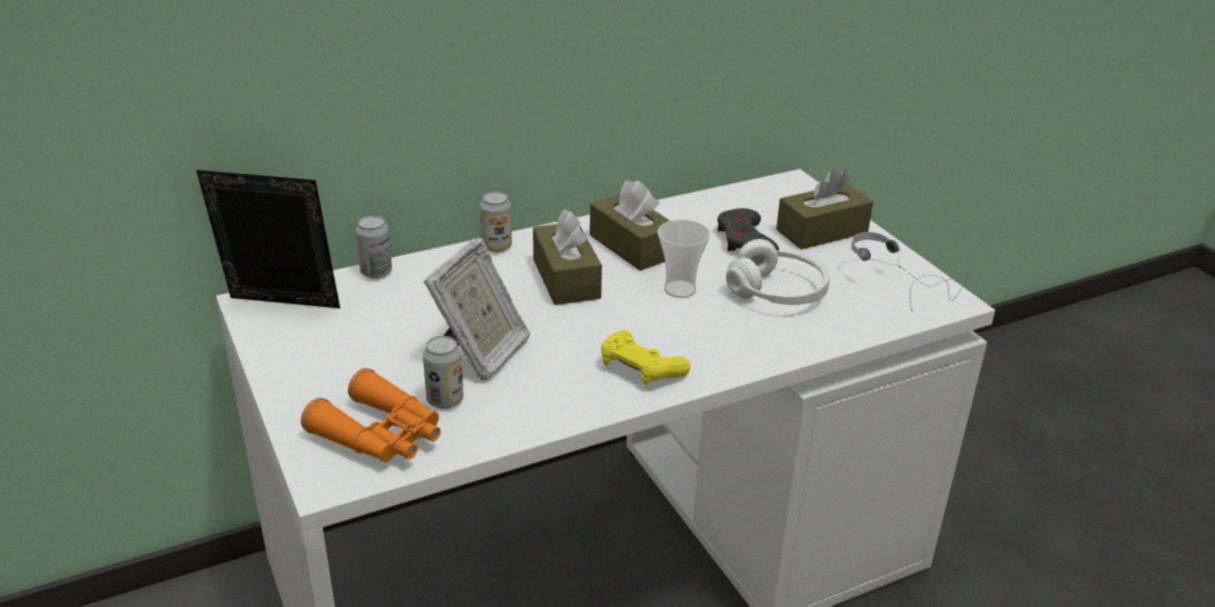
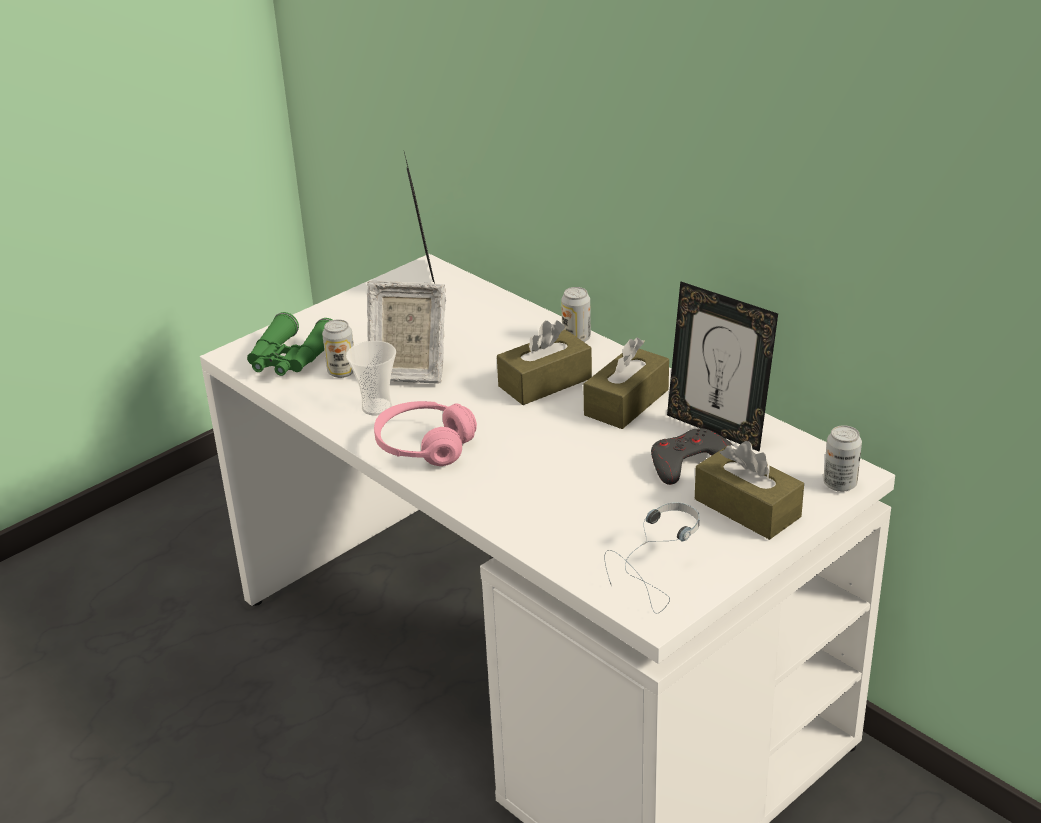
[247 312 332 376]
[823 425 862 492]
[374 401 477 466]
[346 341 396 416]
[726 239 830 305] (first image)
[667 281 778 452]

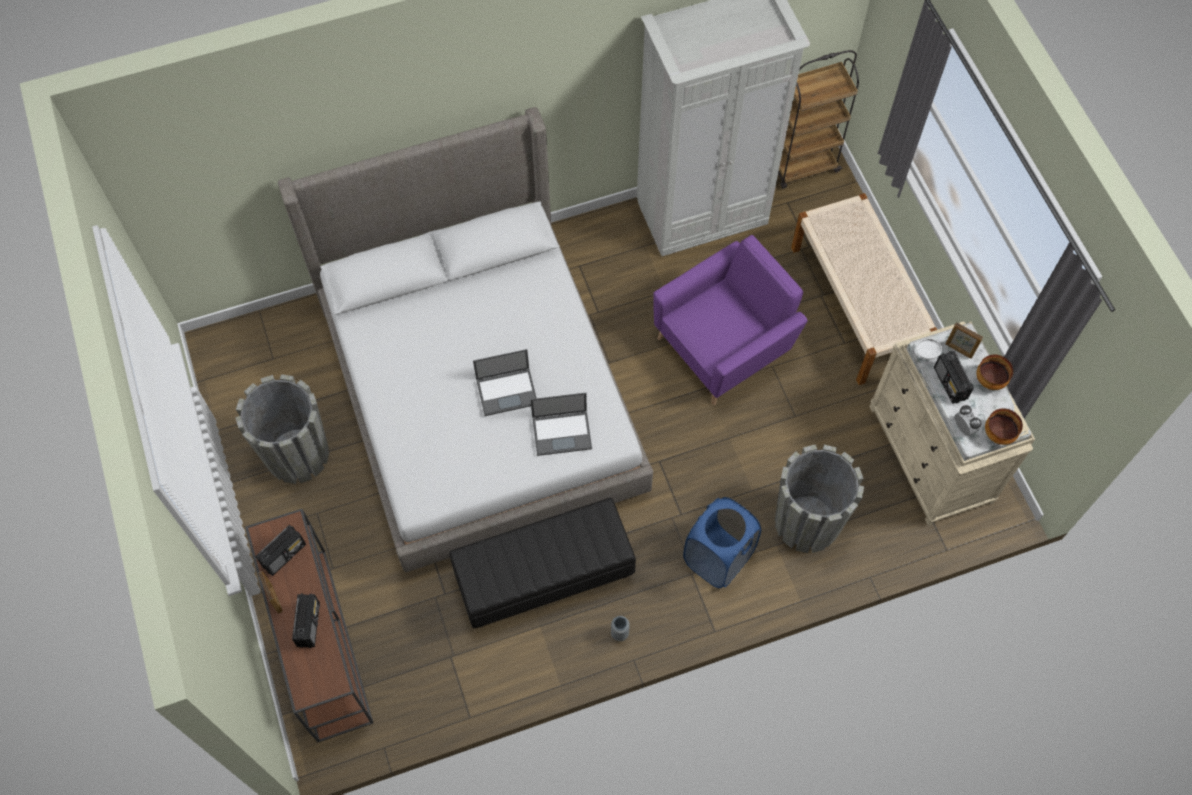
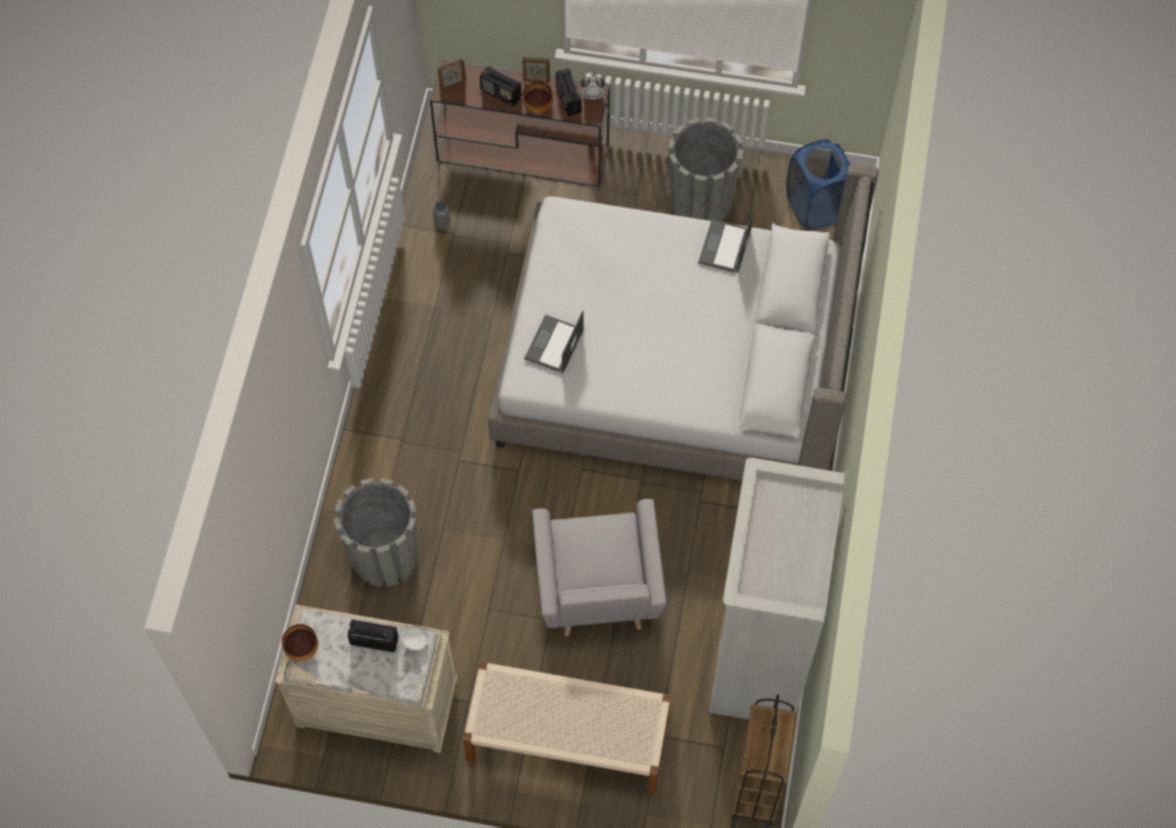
[450 498 636 628] (first image)
[698 210 754 273]
[432 201 450 228]
[532 499 666 637]
[786 140 850 230]
[438 59 466 91]
[581 76 605 99]
[523 82 553 113]

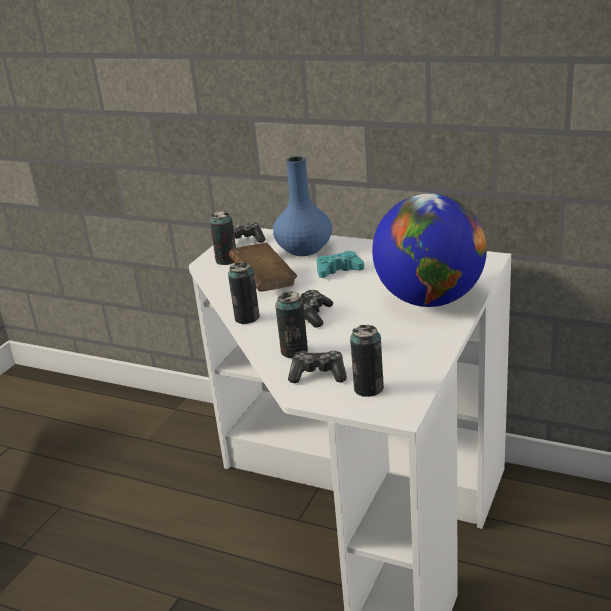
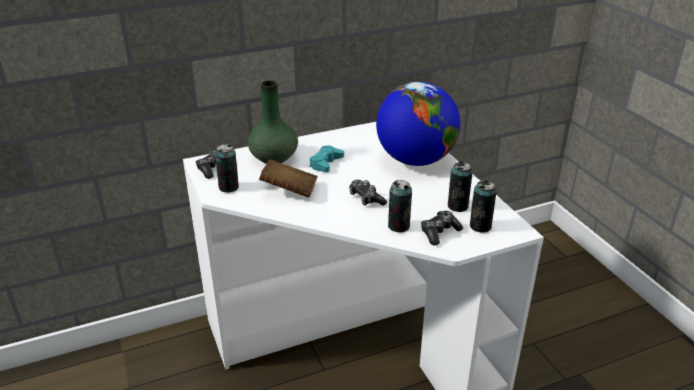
[448 162 473 212]
[248 80 298 164]

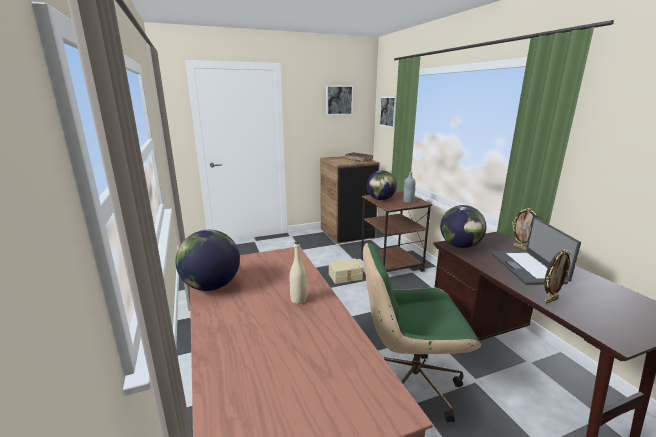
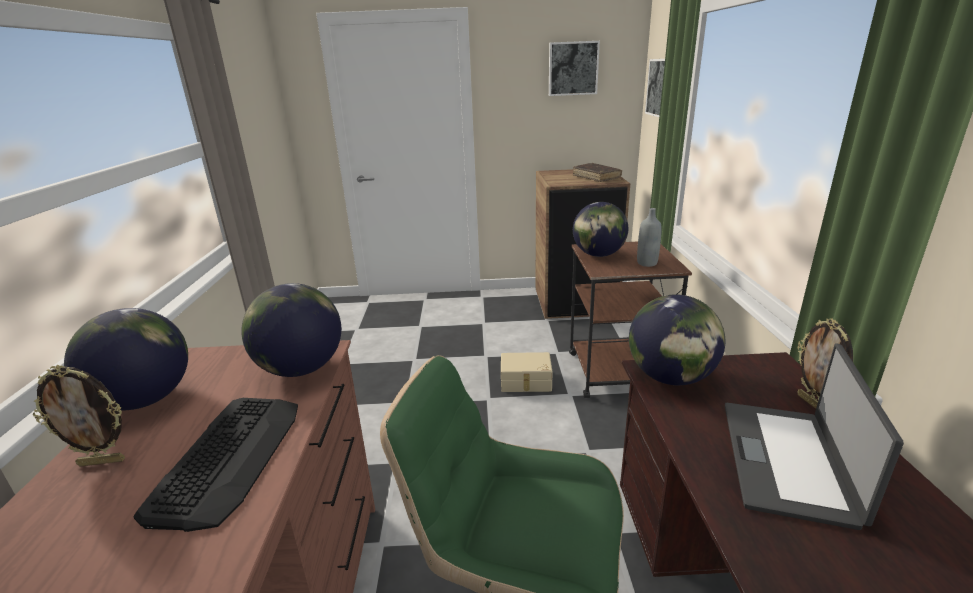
[133 398 298 532]
[33 365 125 466]
[241 283 341 377]

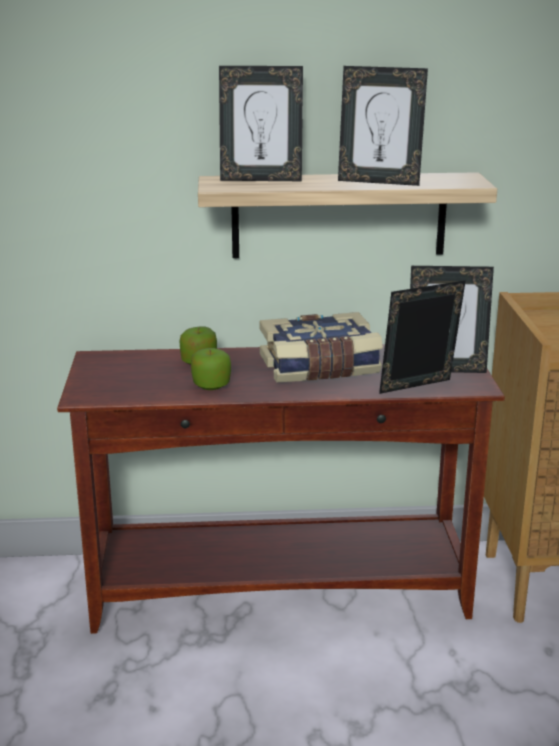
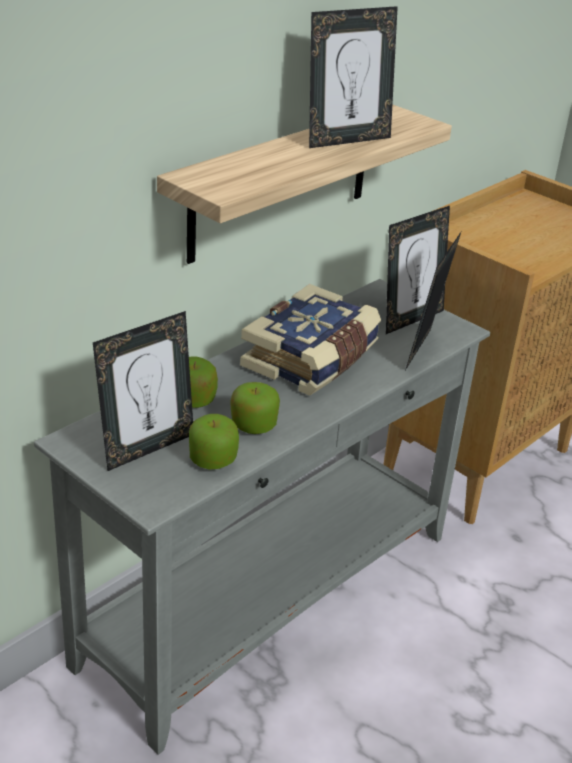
[34 279 490 755]
[93 311 193 471]
[189 414 239 470]

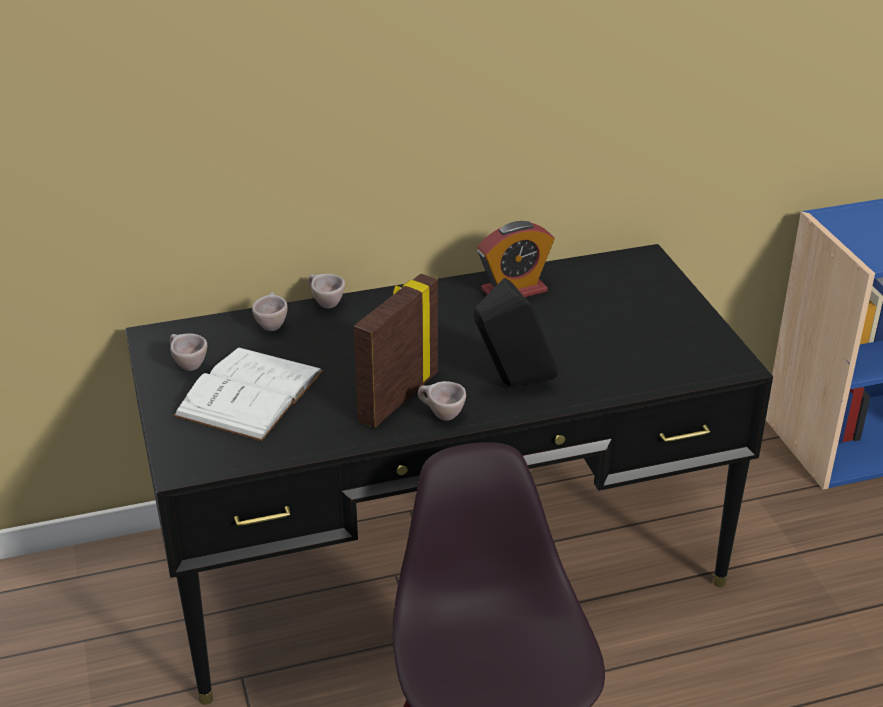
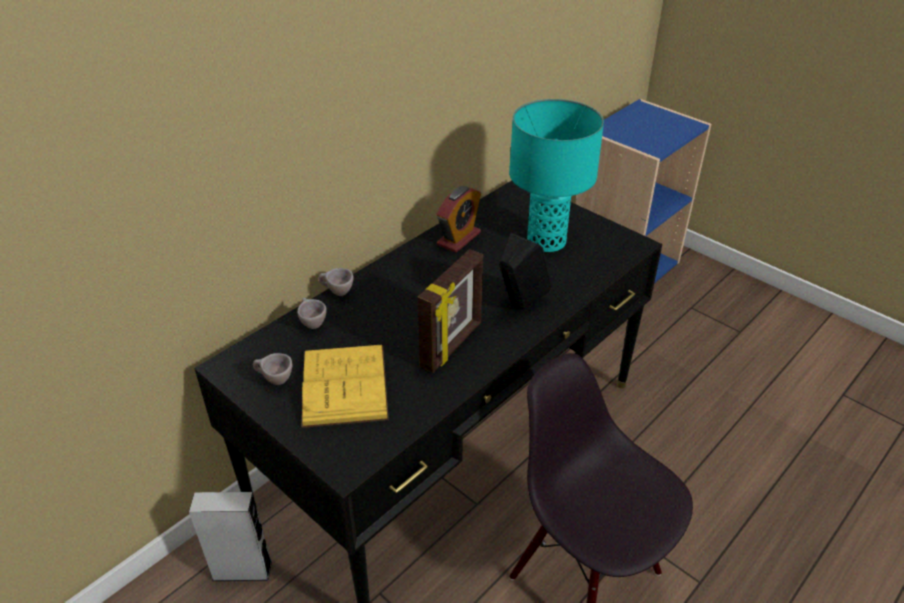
[302 345 389 428]
[417 249 483 373]
[418 381 466 421] (first image)
[189 492 272 581]
[509 99 604 252]

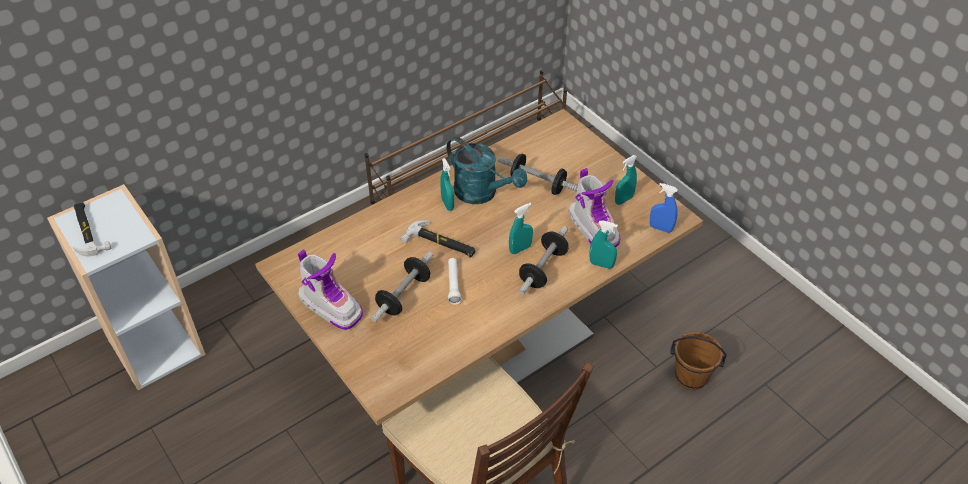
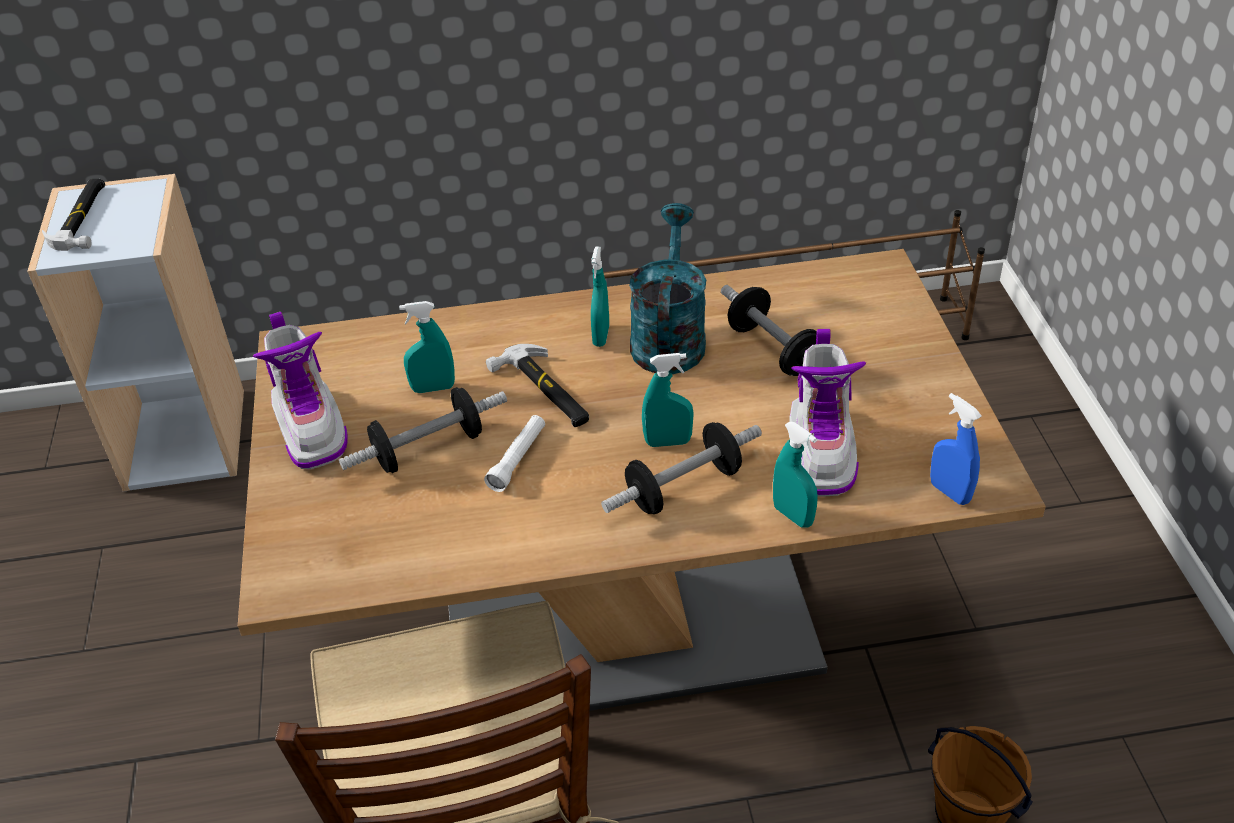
[629 203 706 374]
[399 301 455 393]

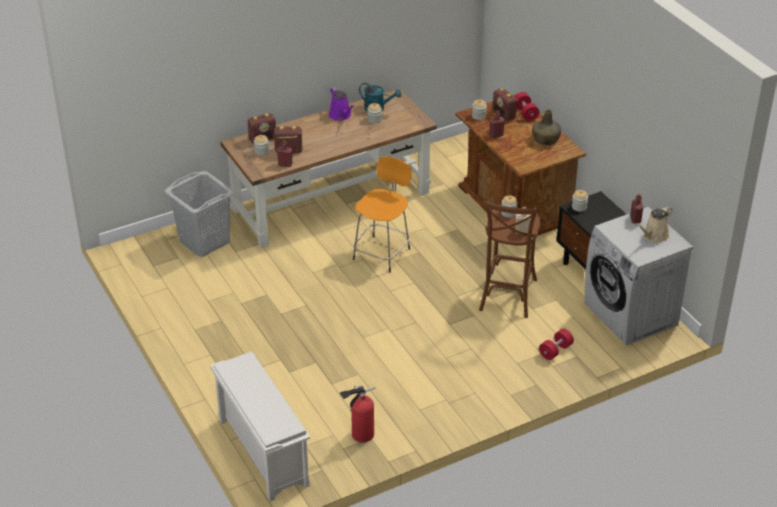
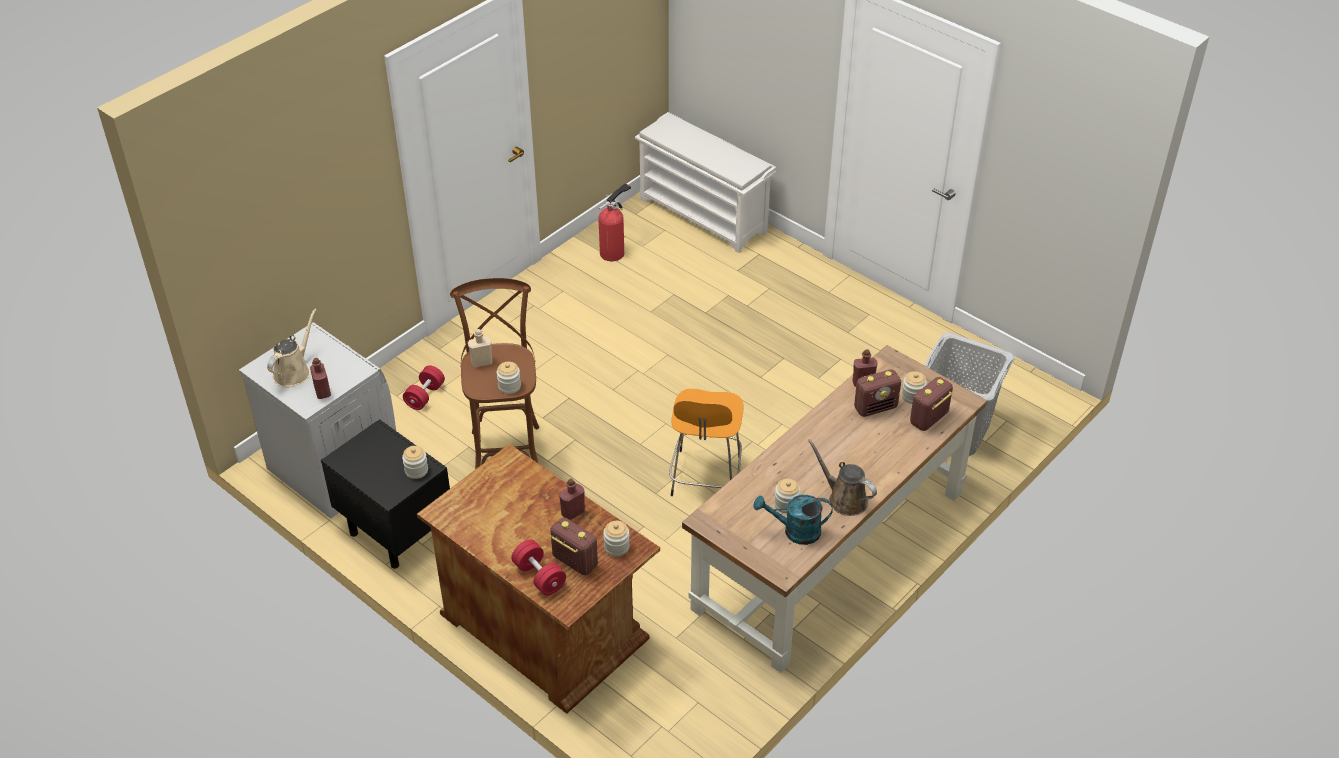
[807 439 877 516]
[532 109 561 145] (first image)

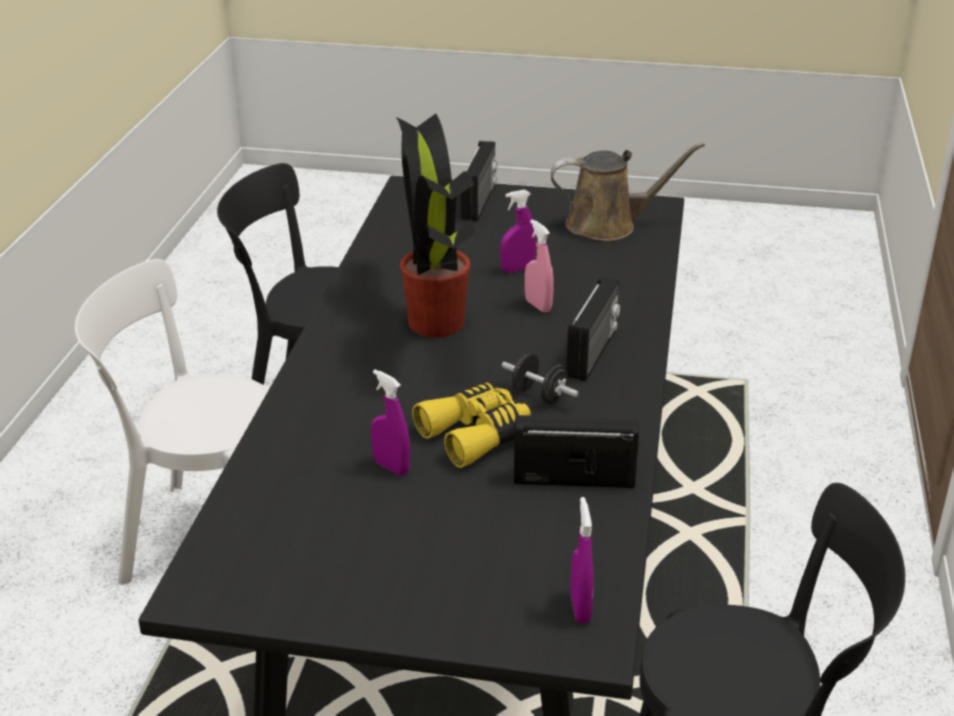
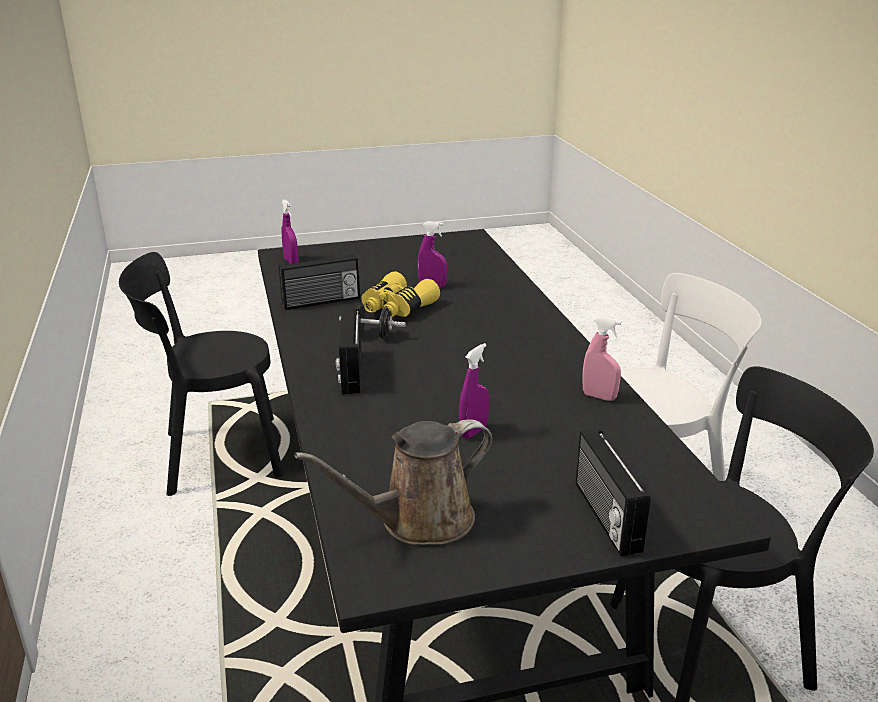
[396 114 475 338] (first image)
[582 316 622 401]

